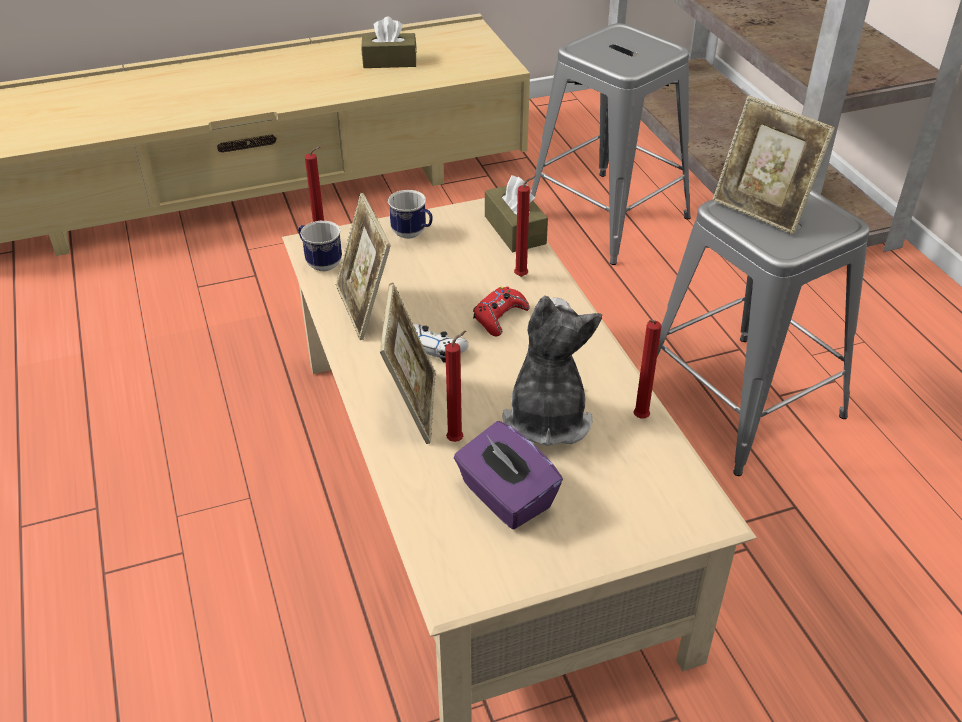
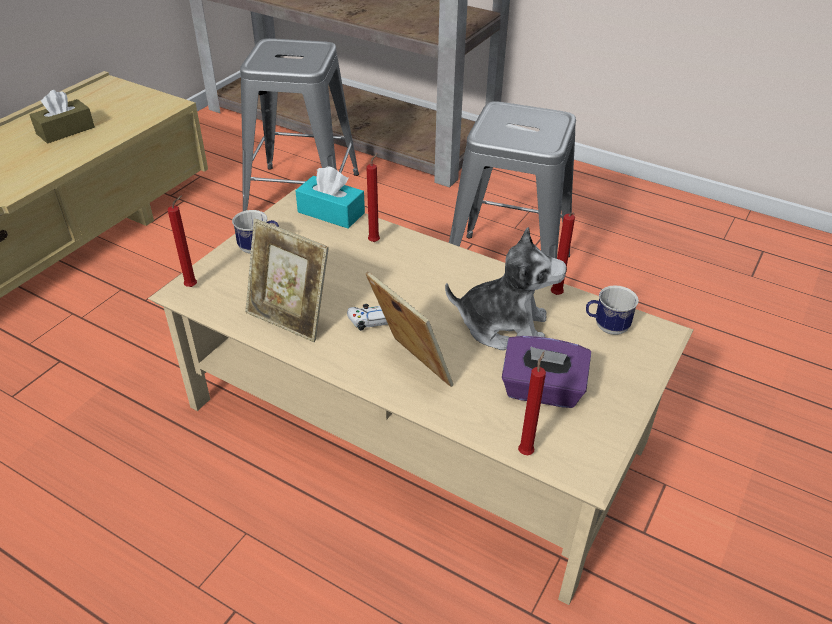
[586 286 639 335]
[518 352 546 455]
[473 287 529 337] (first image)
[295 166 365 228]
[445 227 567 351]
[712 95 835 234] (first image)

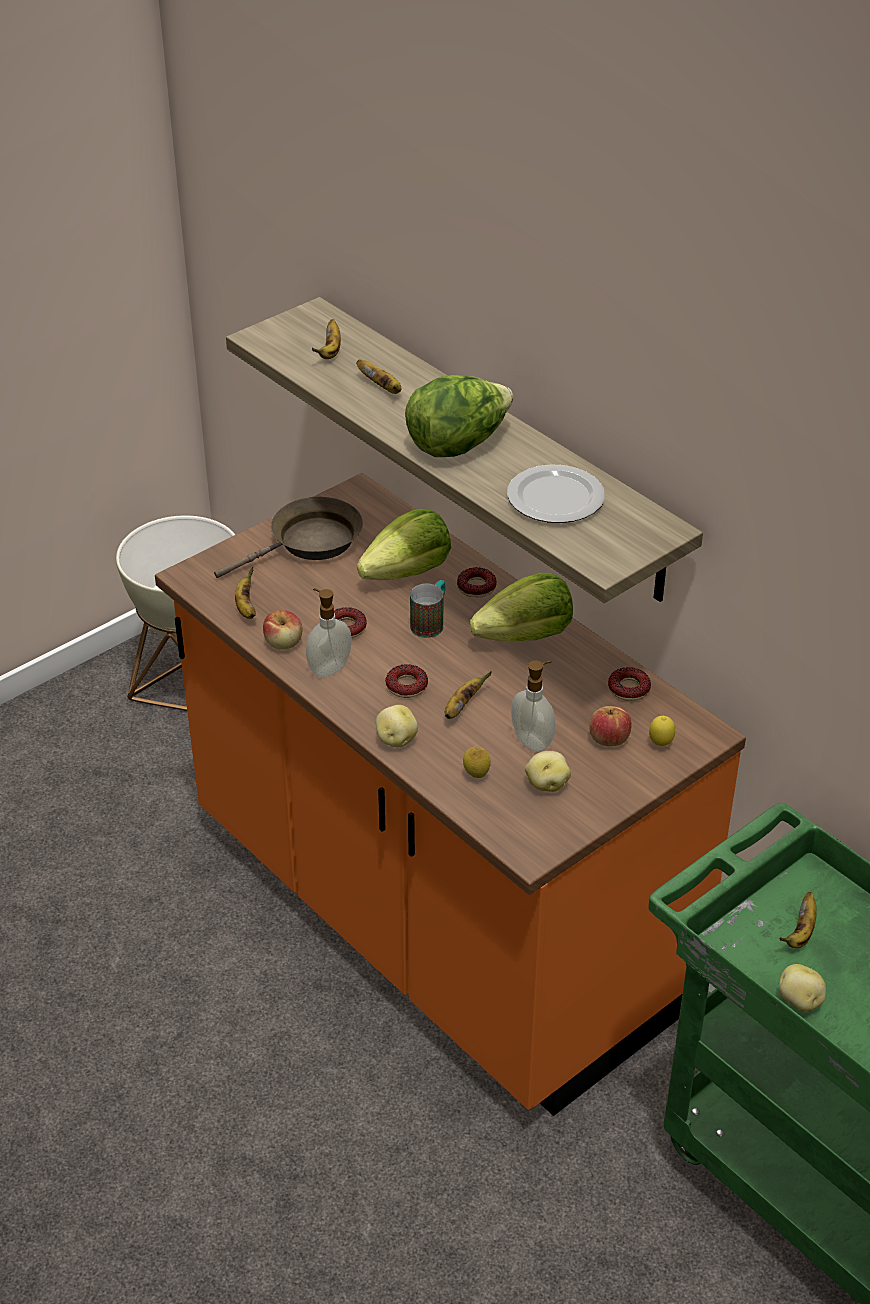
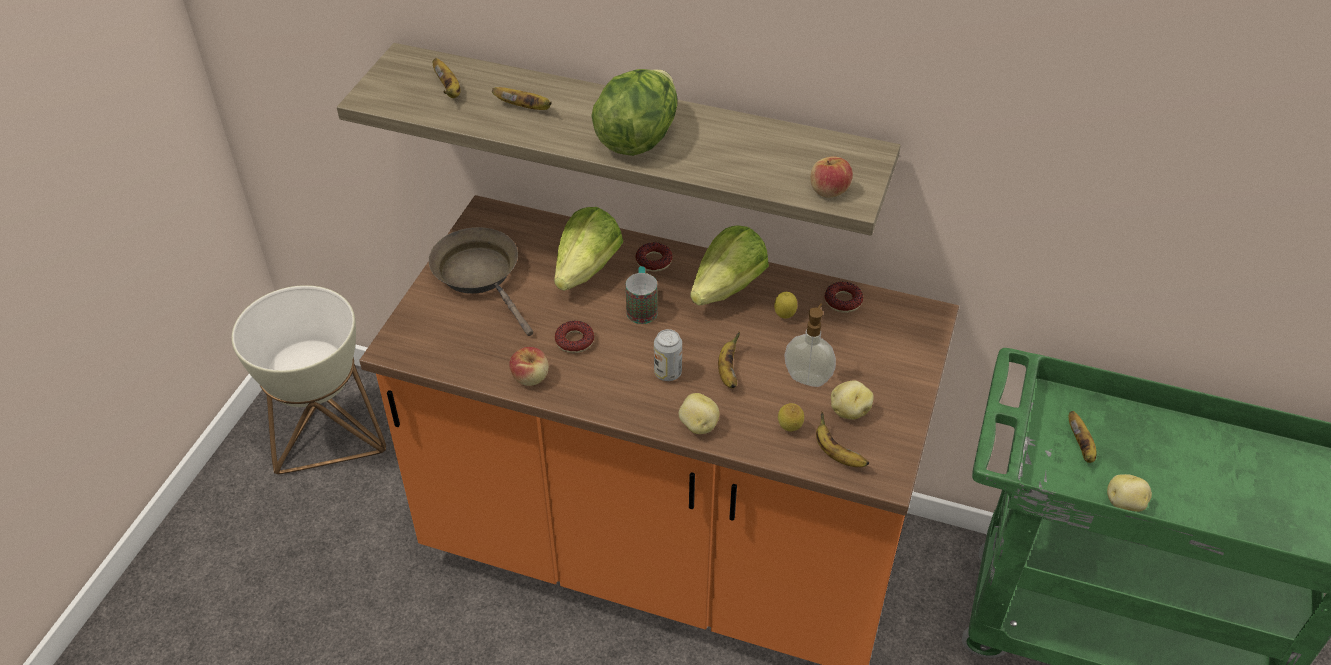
[429 227 533 336]
[816 412 869 467]
[306 588 352 678] (first image)
[654 329 682 381]
[507 464 605 523] (first image)
[810 156 853 197]
[774 292 797 318]

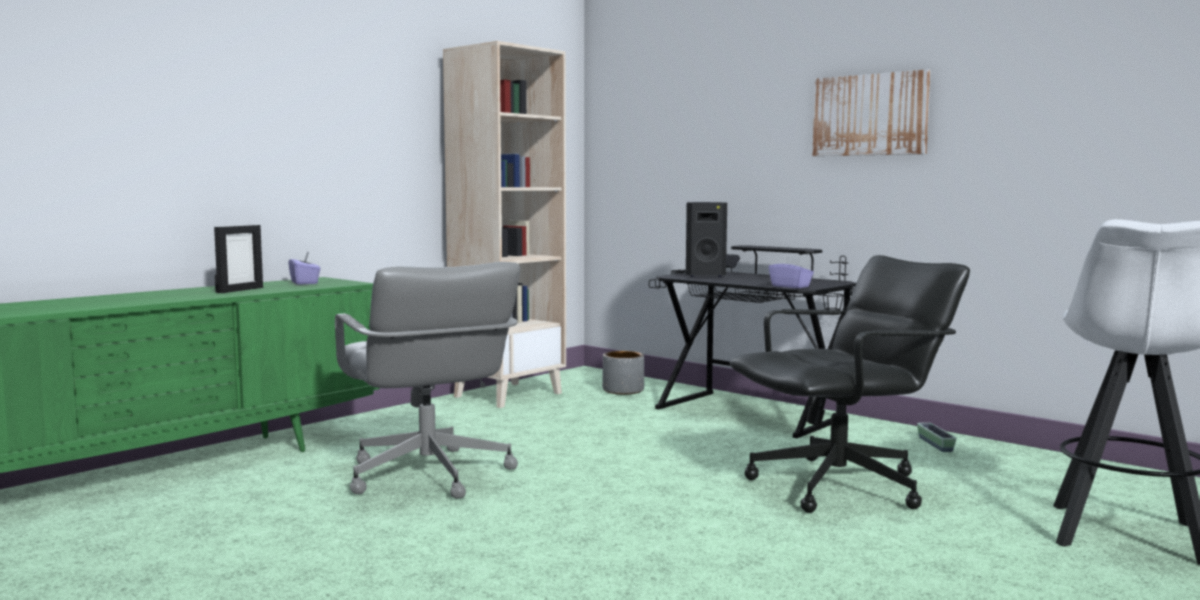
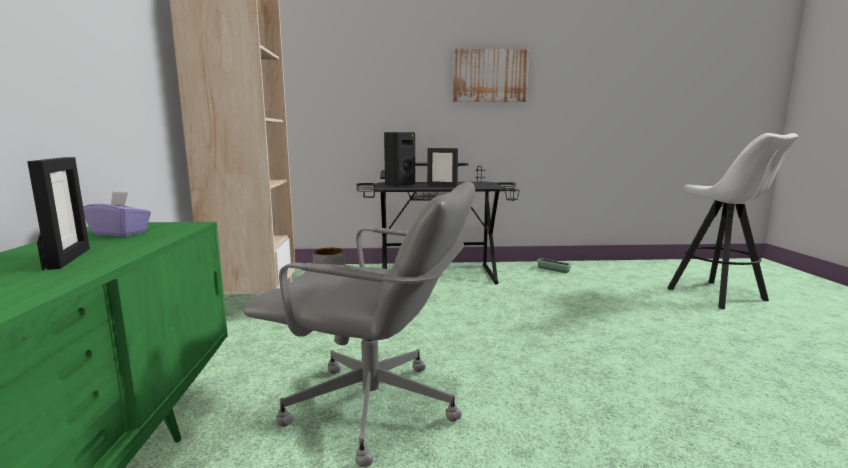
[730 255 970 513] (first image)
[769 256 814 288] (first image)
[427 148 458 187]

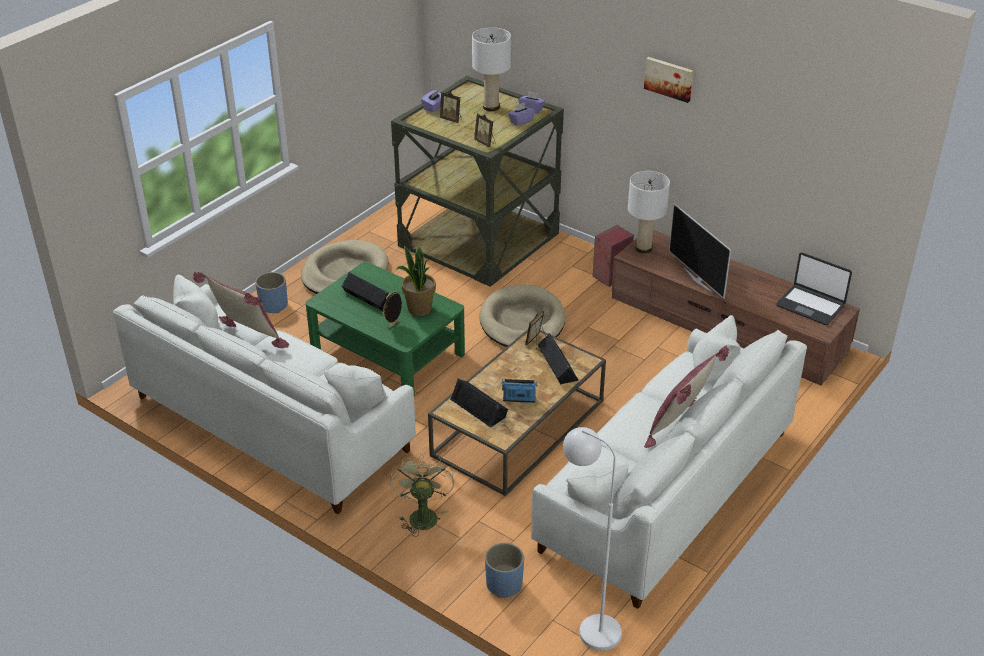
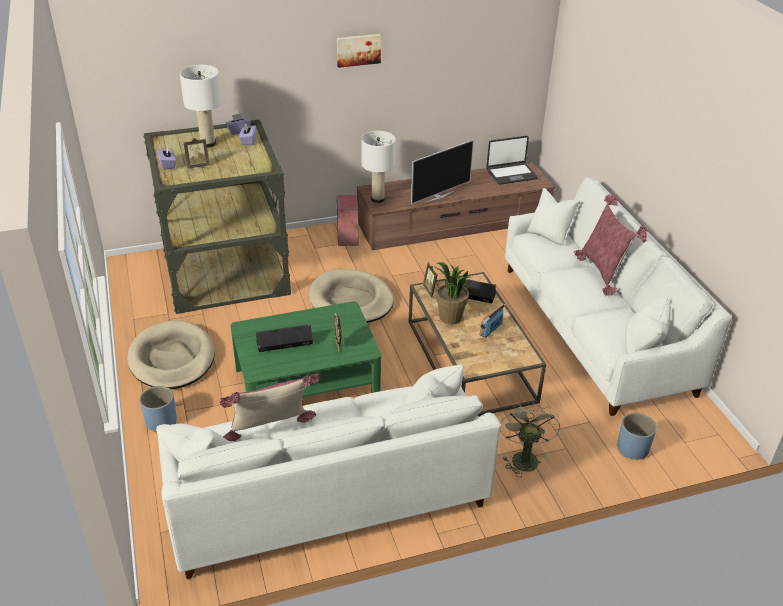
[500 401 560 477]
[435 262 470 324]
[450 378 508 428] (first image)
[474 113 496 147] (first image)
[563 427 622 651] (first image)
[411 140 474 204]

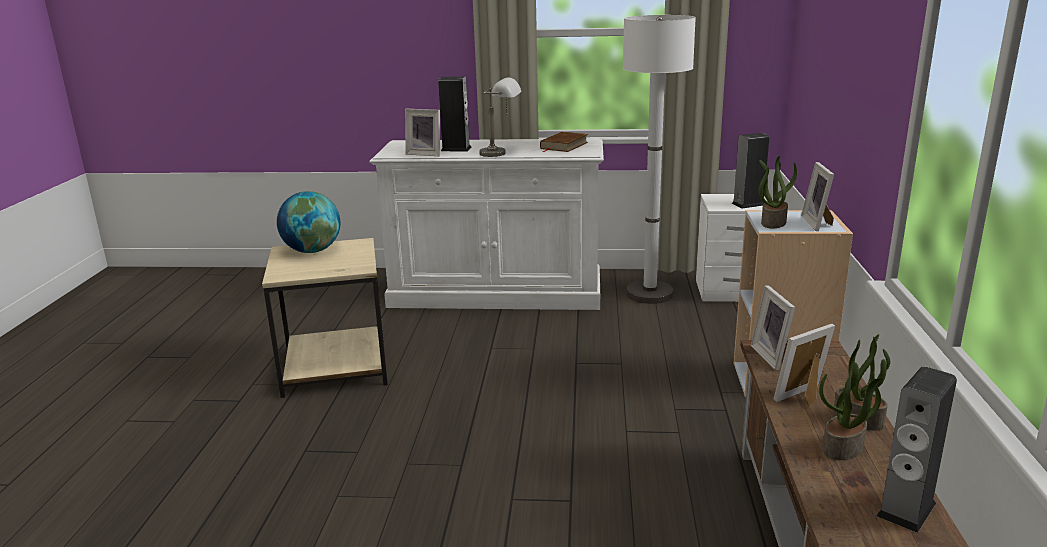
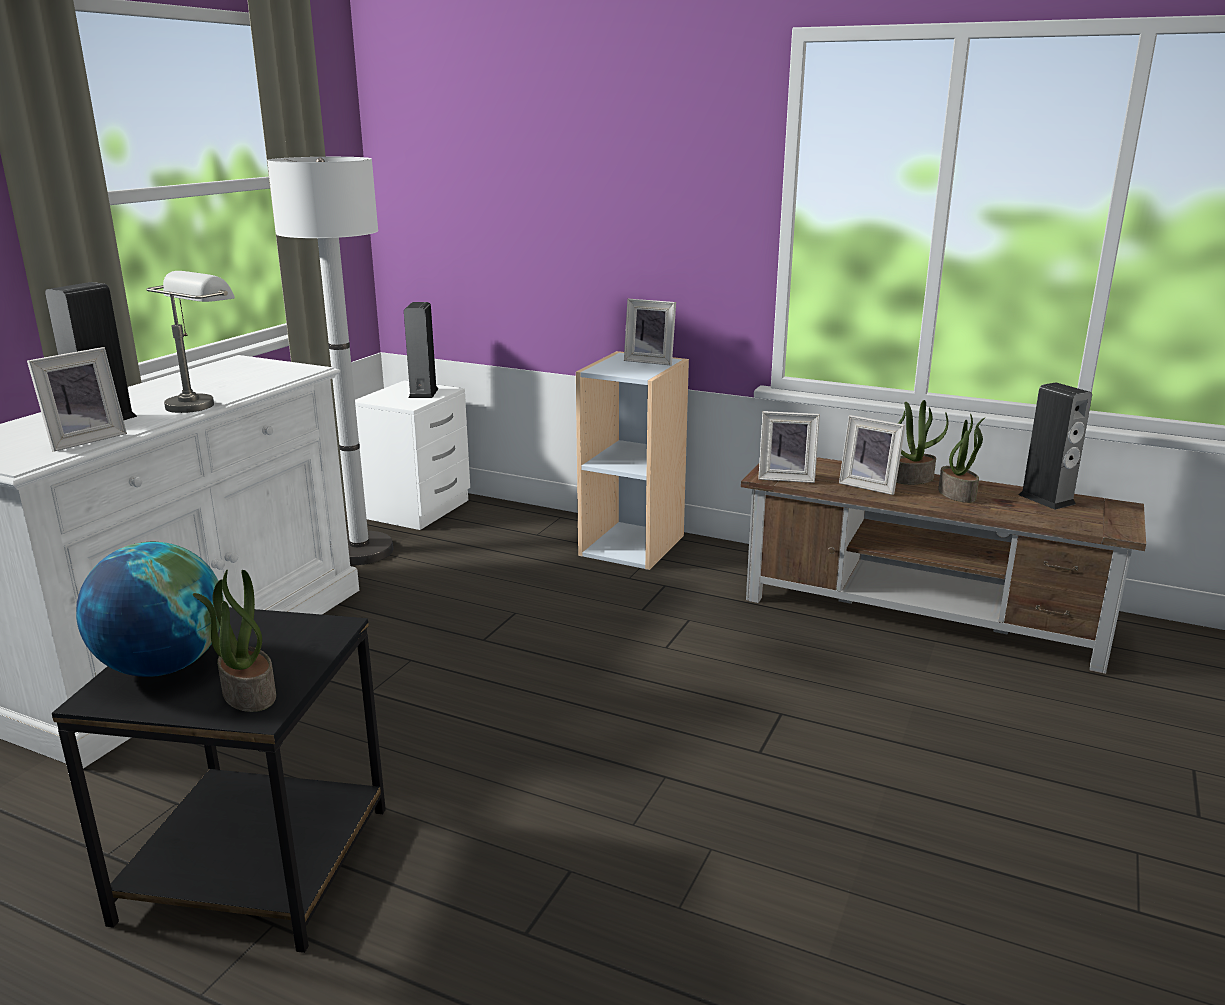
[52 607 386 953]
[540 132 588 152] (first image)
[193 569 276 712]
[839 415 906 495]

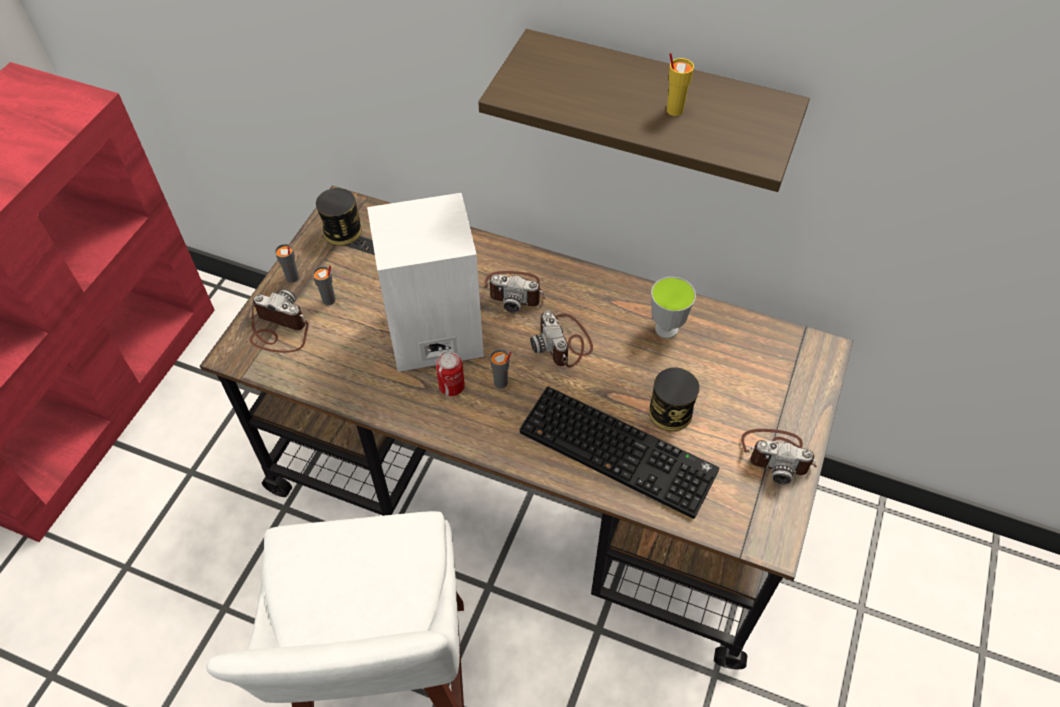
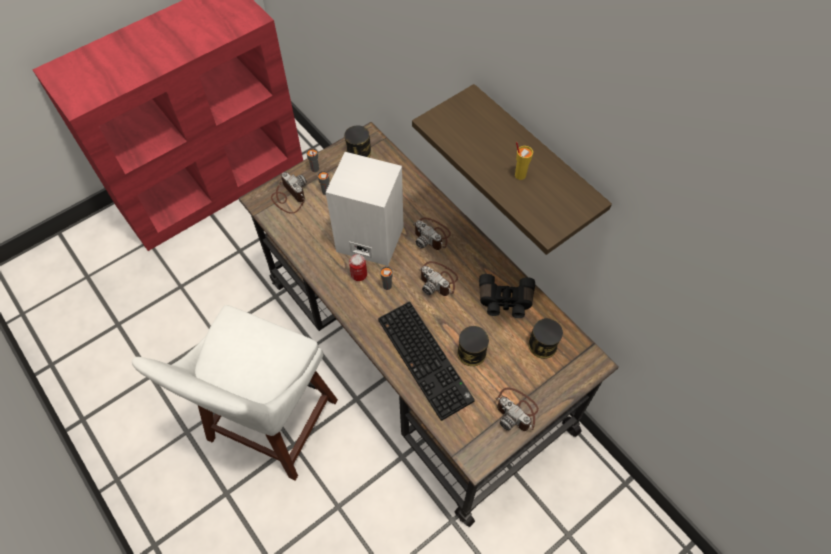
[419 261 458 296]
[479 274 535 318]
[529 318 563 359]

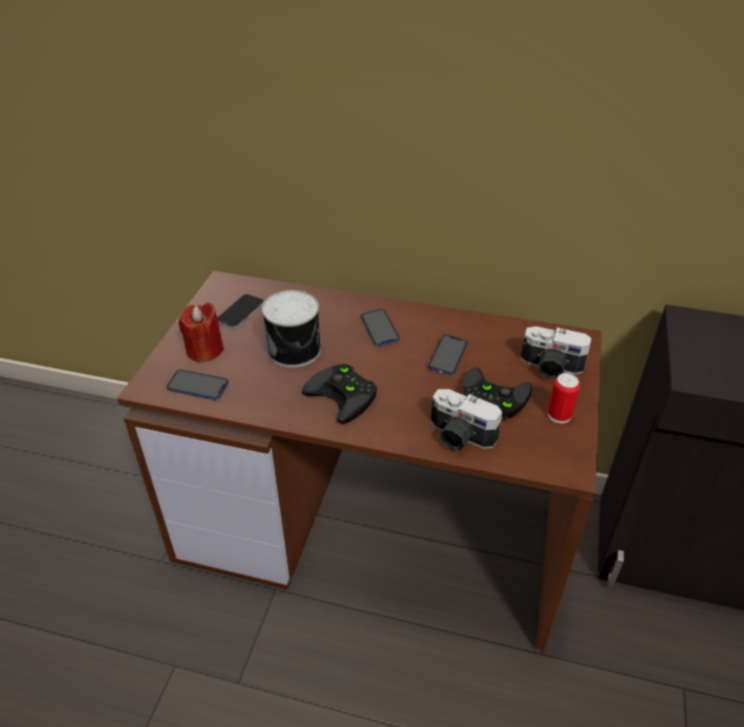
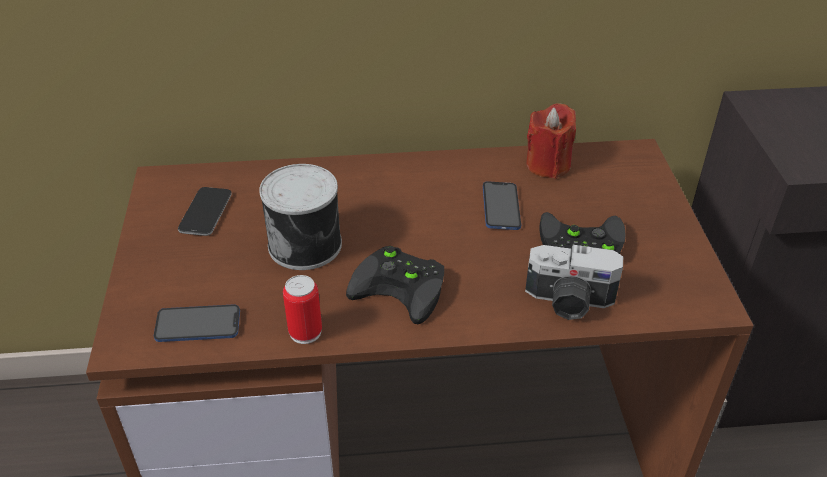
[526 103 576 179]
[361 309 400 347] (first image)
[521 326 592 379] (first image)
[283 275 322 344]

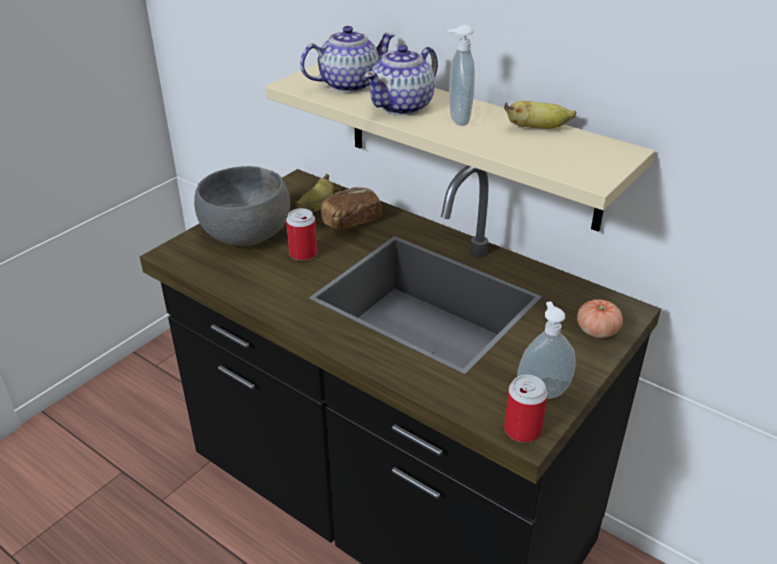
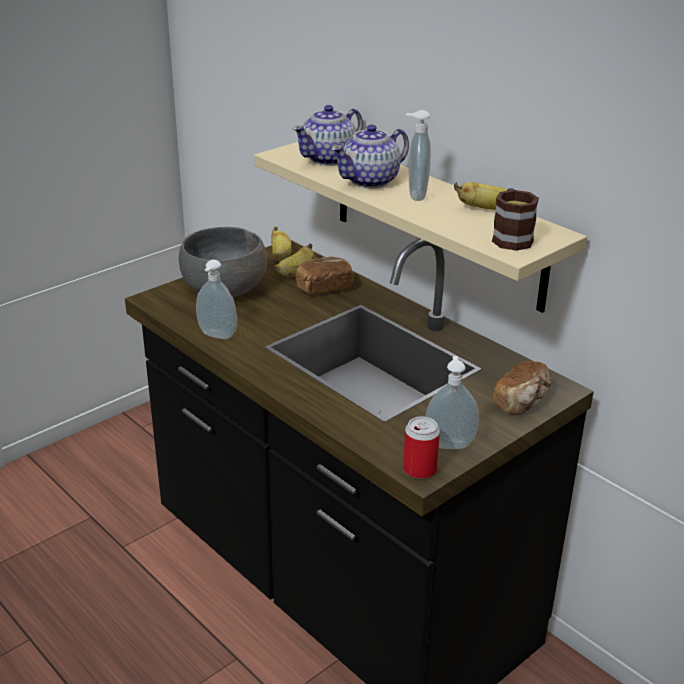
[286 208 317 261] (first image)
[293 105 363 166]
[492 361 552 415]
[196 260 237 339]
[271 227 292 262]
[492 188 539 251]

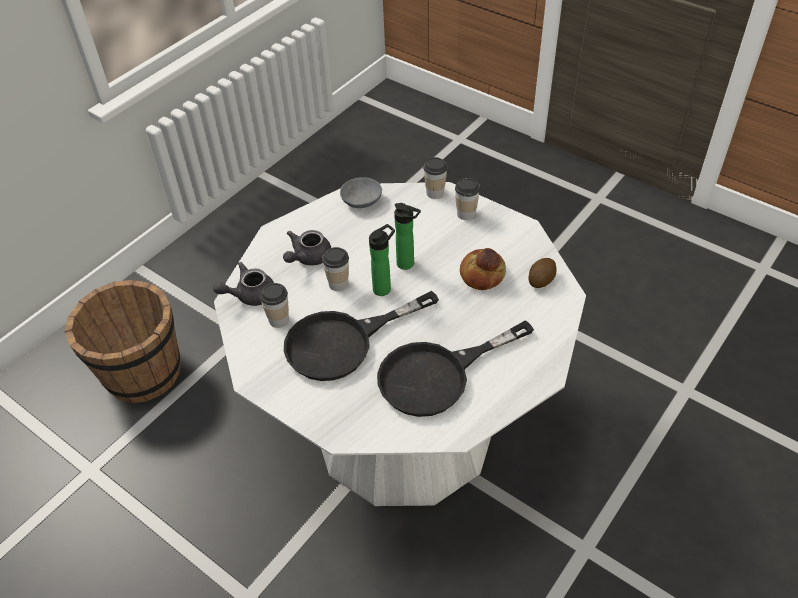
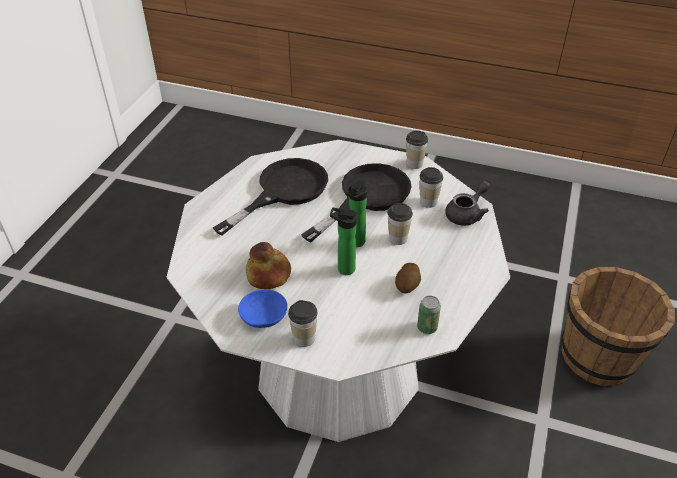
[283 230 331 265] (first image)
[417 296 441 334]
[406 130 428 169]
[395 263 421 293]
[238 289 288 328]

